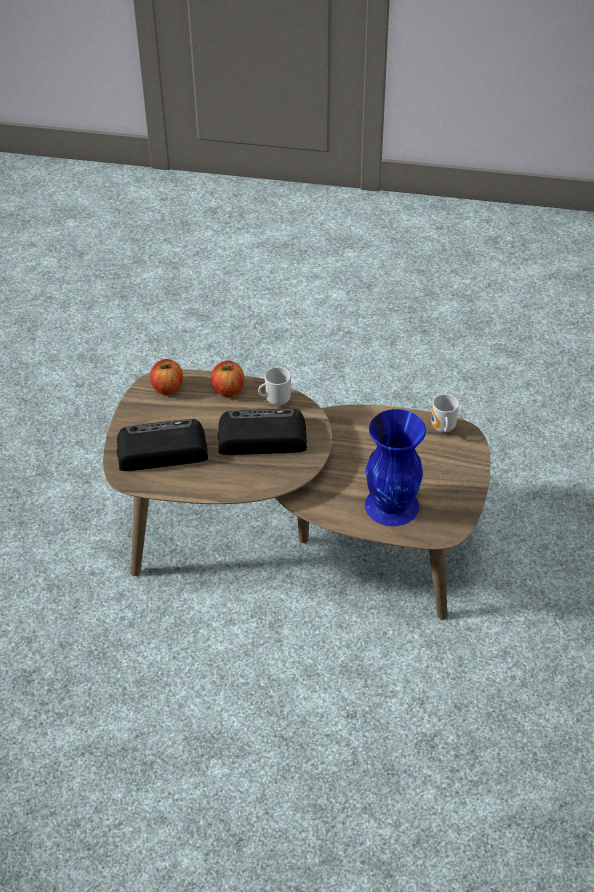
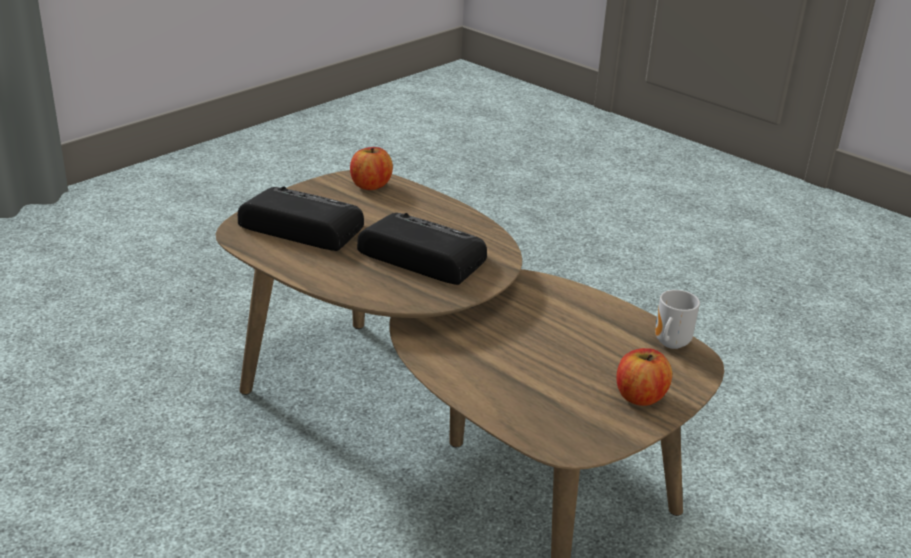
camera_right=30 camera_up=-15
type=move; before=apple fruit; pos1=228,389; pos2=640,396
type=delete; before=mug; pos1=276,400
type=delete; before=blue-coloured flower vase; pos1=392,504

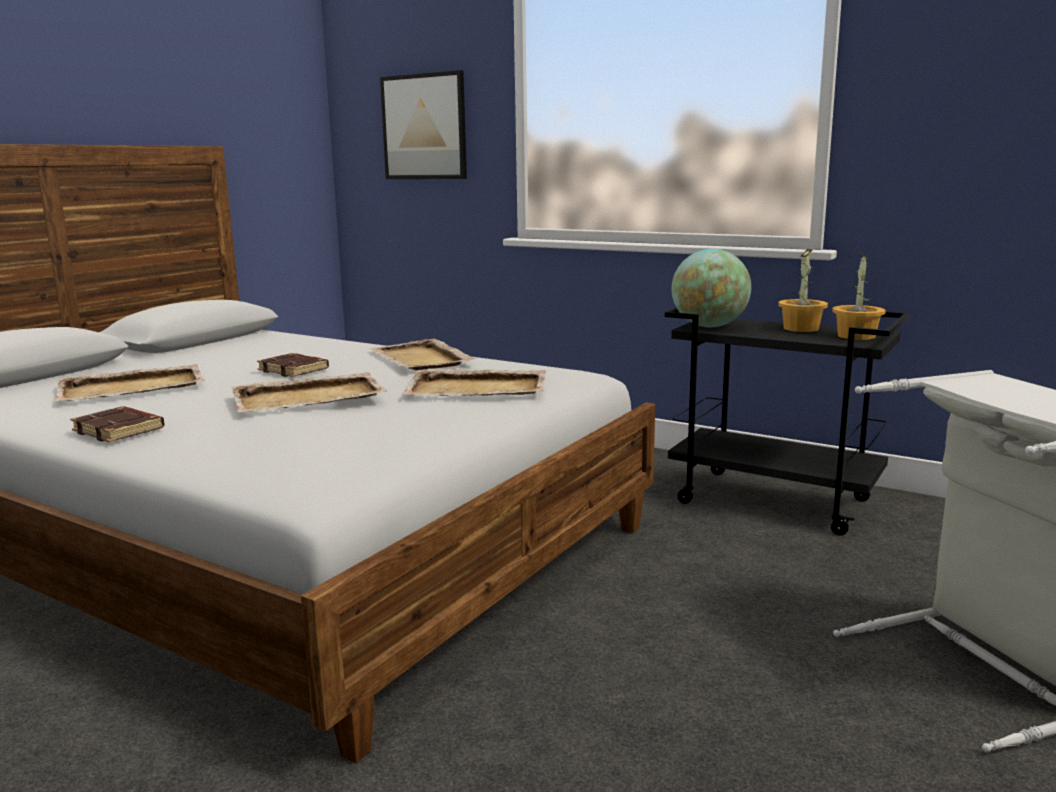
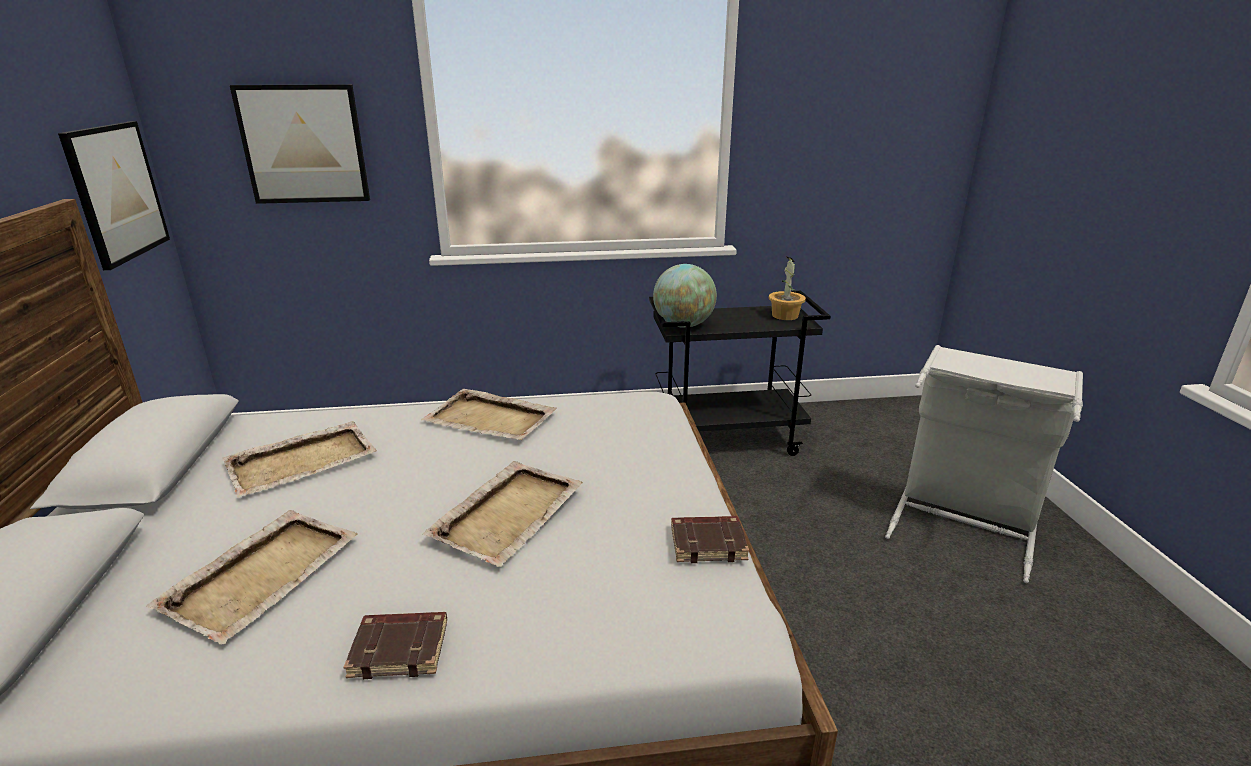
camera_right=-40 camera_up=10
type=insert; after=picture; pos2=117,192
type=move; before=beige-coloured tray; pos1=478,388; pos2=303,461
type=move; before=brown-coloured book; pos1=294,370; pos2=708,543
type=delete; before=plant in a pot; pos1=801,328

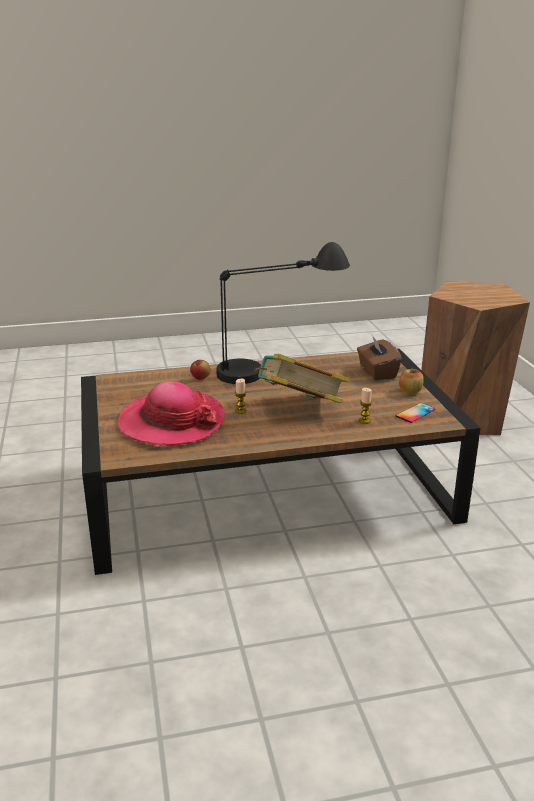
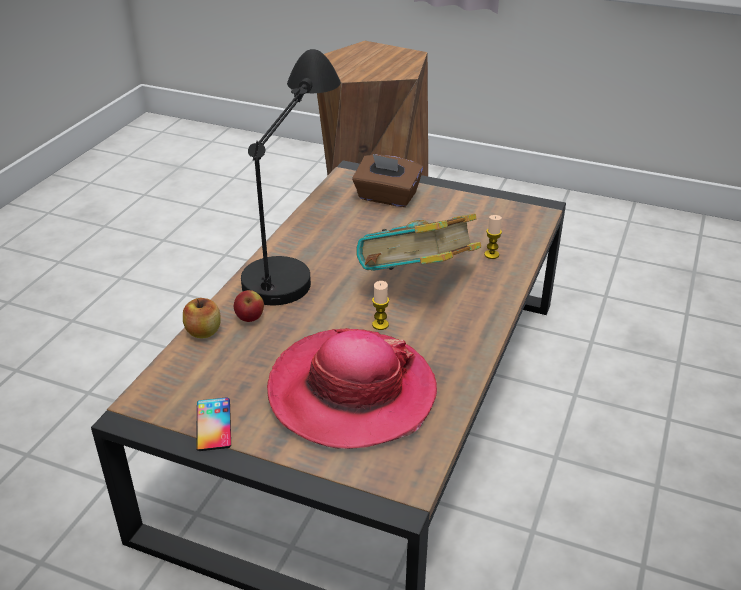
camera_right=-55 camera_up=10
type=move; before=apple fruit; pos1=410,391; pos2=203,332
type=move; before=telephone; pos1=415,413; pos2=213,424

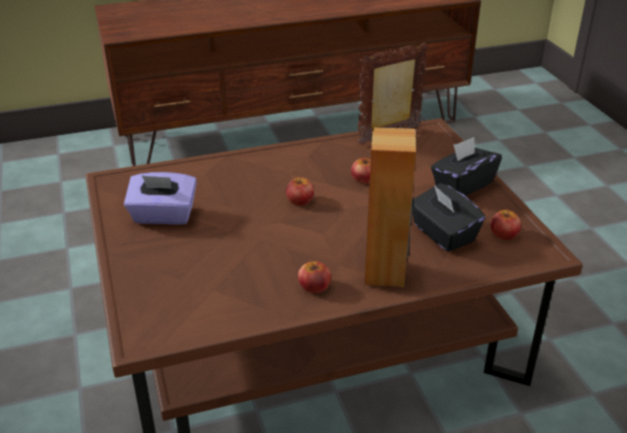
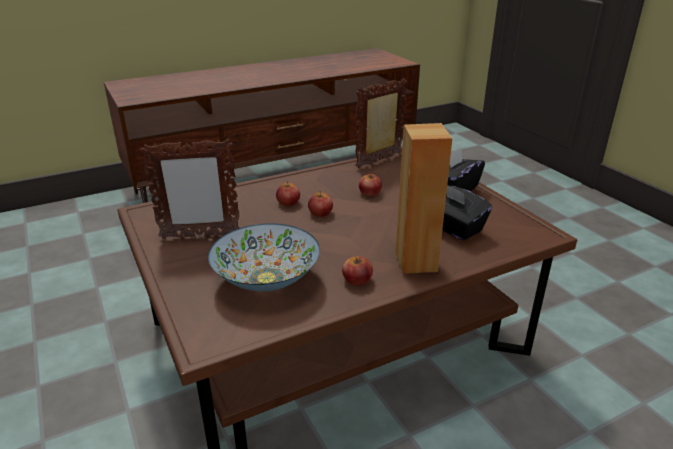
camera_right=-10 camera_up=-5
type=replace; before=purplish tissue box; after=photo frame; pos1=163,216; pos2=199,236
type=insert; after=bowl; pos2=267,279
type=move; before=apple fruit; pos1=504,233; pos2=288,202

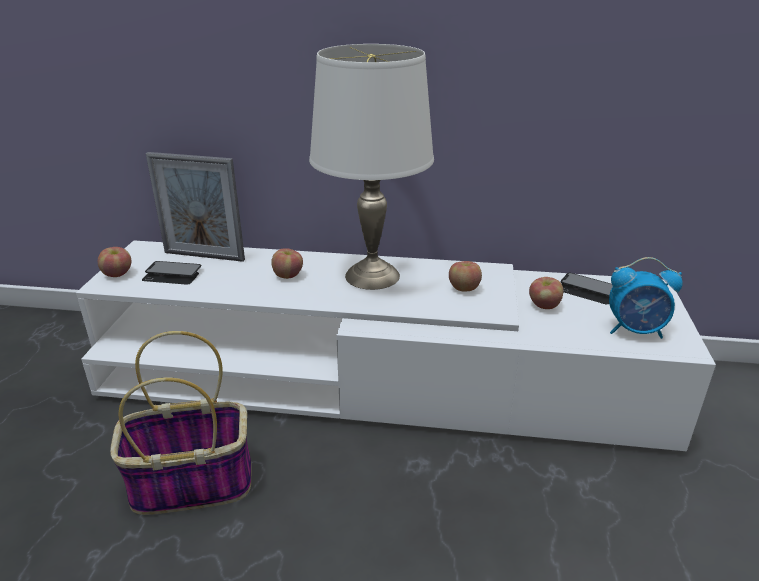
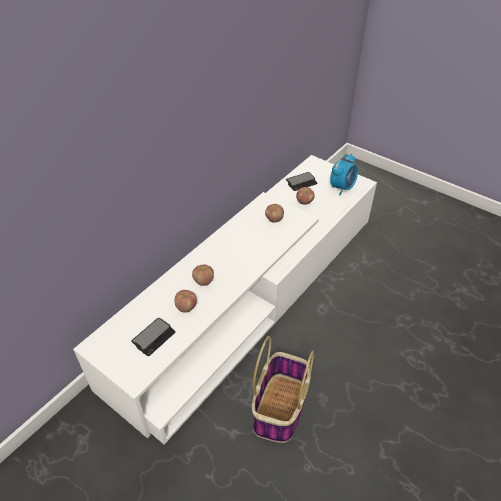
camera_right=-60 camera_up=15
type=move; before=apple fruit; pos1=117,274; pos2=186,307
type=delete; before=photo frame; pos1=204,256
type=delete; before=white-coloured tabletop lamp; pos1=372,276

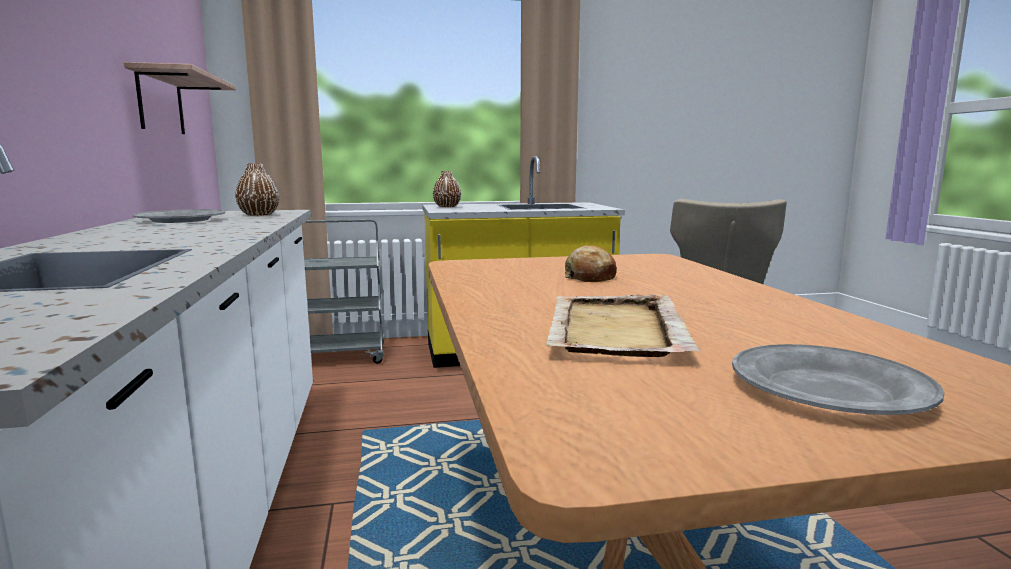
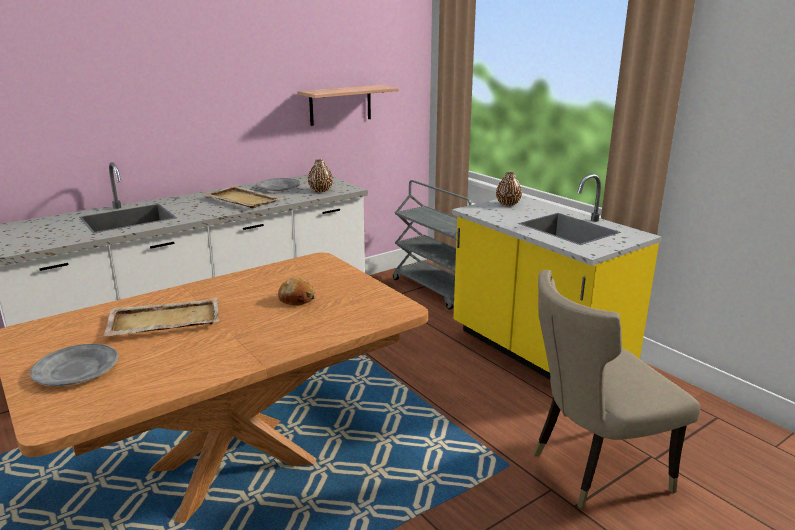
camera_right=65 camera_up=10
type=insert; after=beige-coloured tray; pos2=242,199

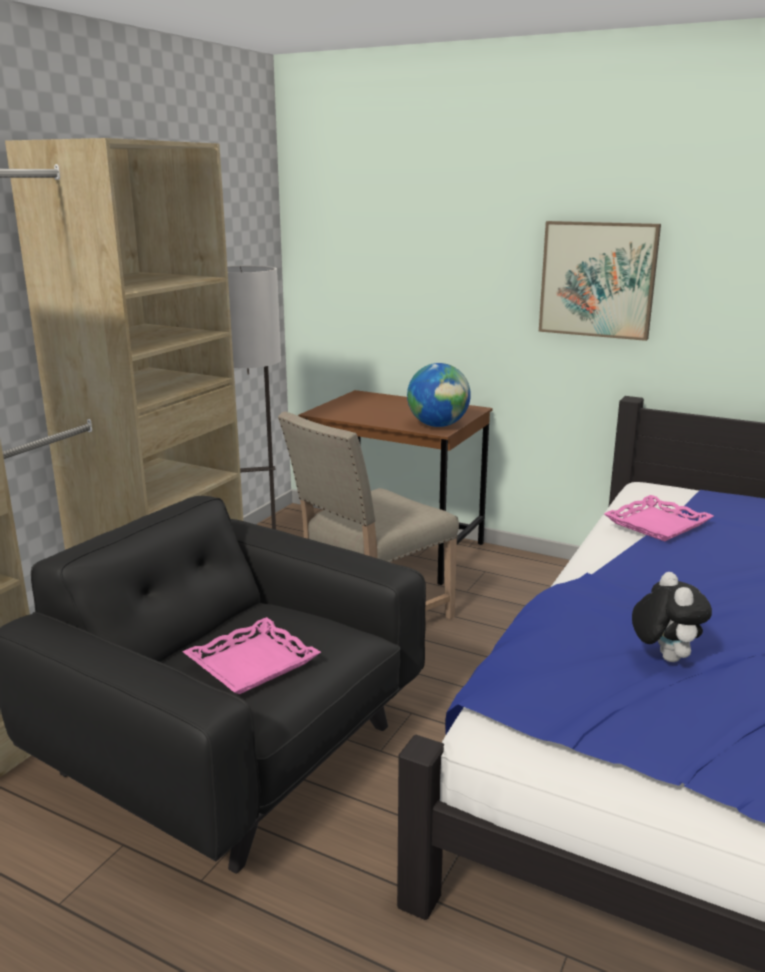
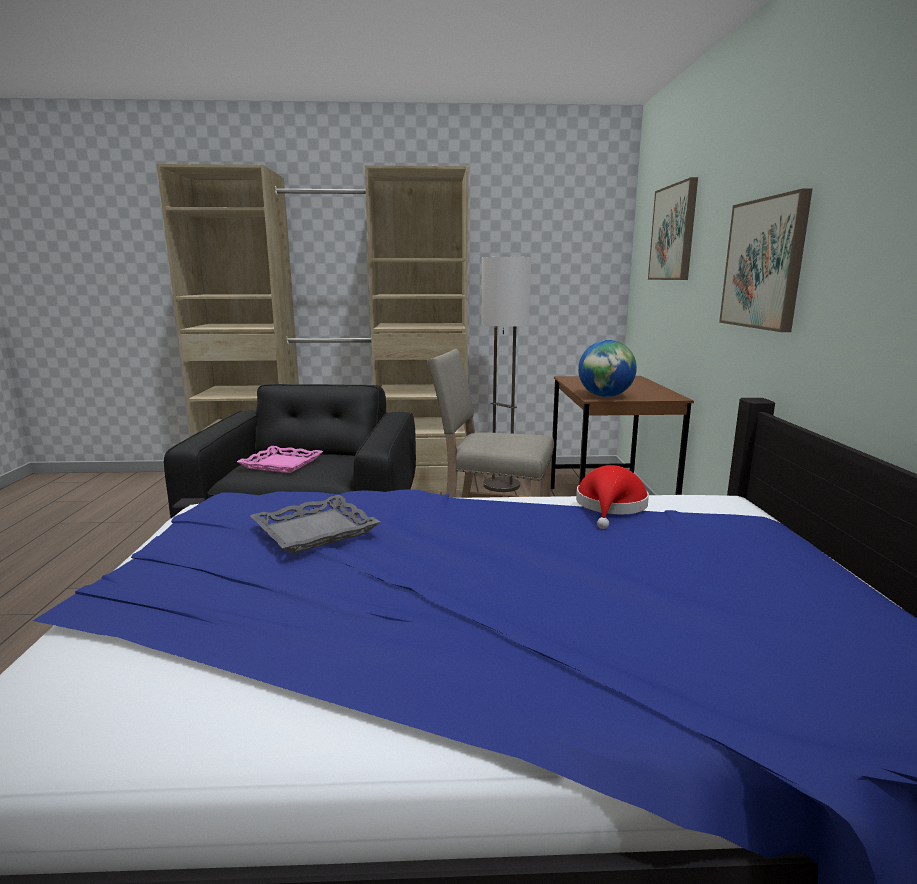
camera_right=60 camera_up=-5
type=replace; before=plush toy; after=greyish tray; pos1=663,656; pos2=315,530
type=replace; before=pinkish tray; after=red wearable hat; pos1=656,524; pos2=610,506
type=insert; after=picture; pos2=673,233

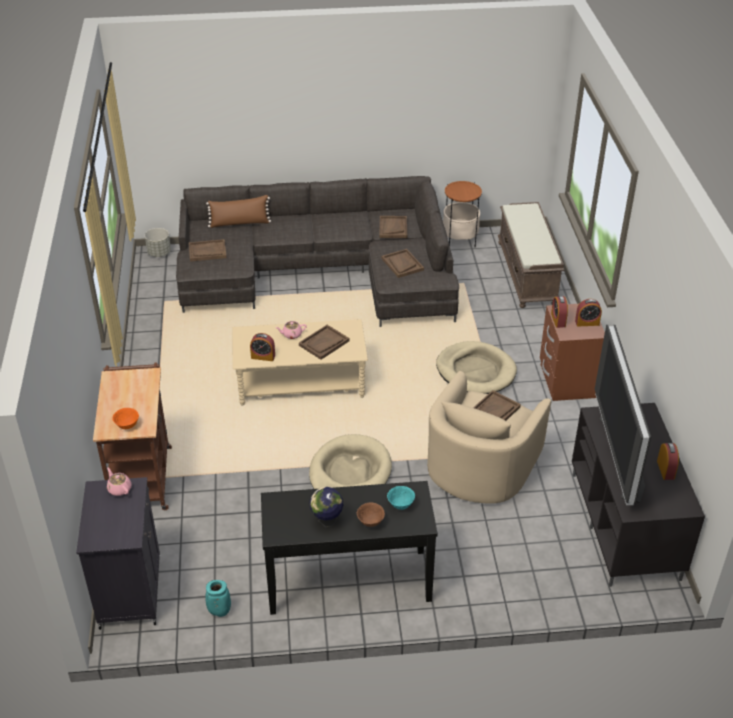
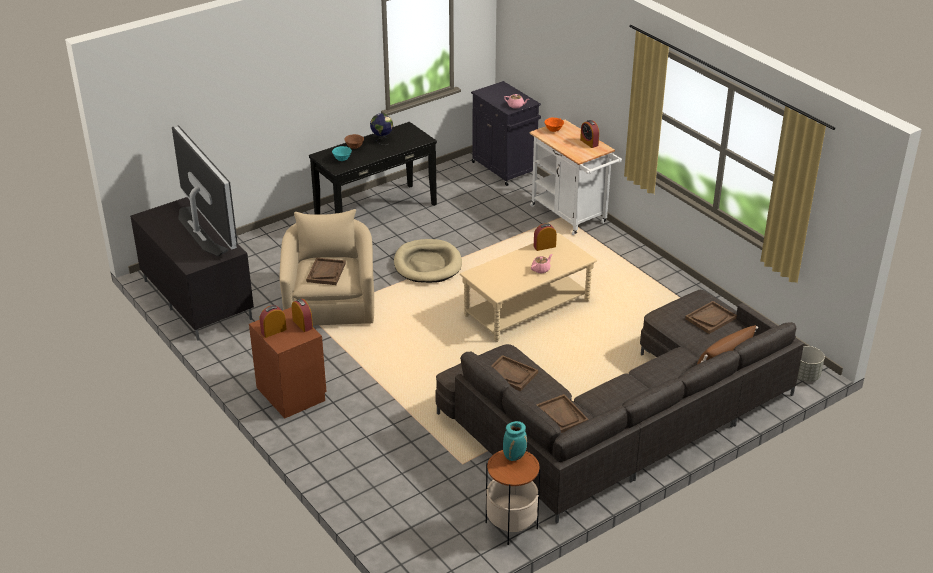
camera_right=150 camera_up=-5
type=move; before=blue-green flower vase; pos1=219,612; pos2=514,456
type=recolor; before=brown-coloured cart; after=white-coloured cart; pos1=142,475; pos2=571,216
type=move; before=table clock; pos1=665,469; pos2=589,142
type=delete; before=brown-coloured tray; pos1=324,343
type=delete; before=beige-coloured pet bed; pos1=476,371
type=delete; before=brown-coloured indoor bench; pos1=527,273

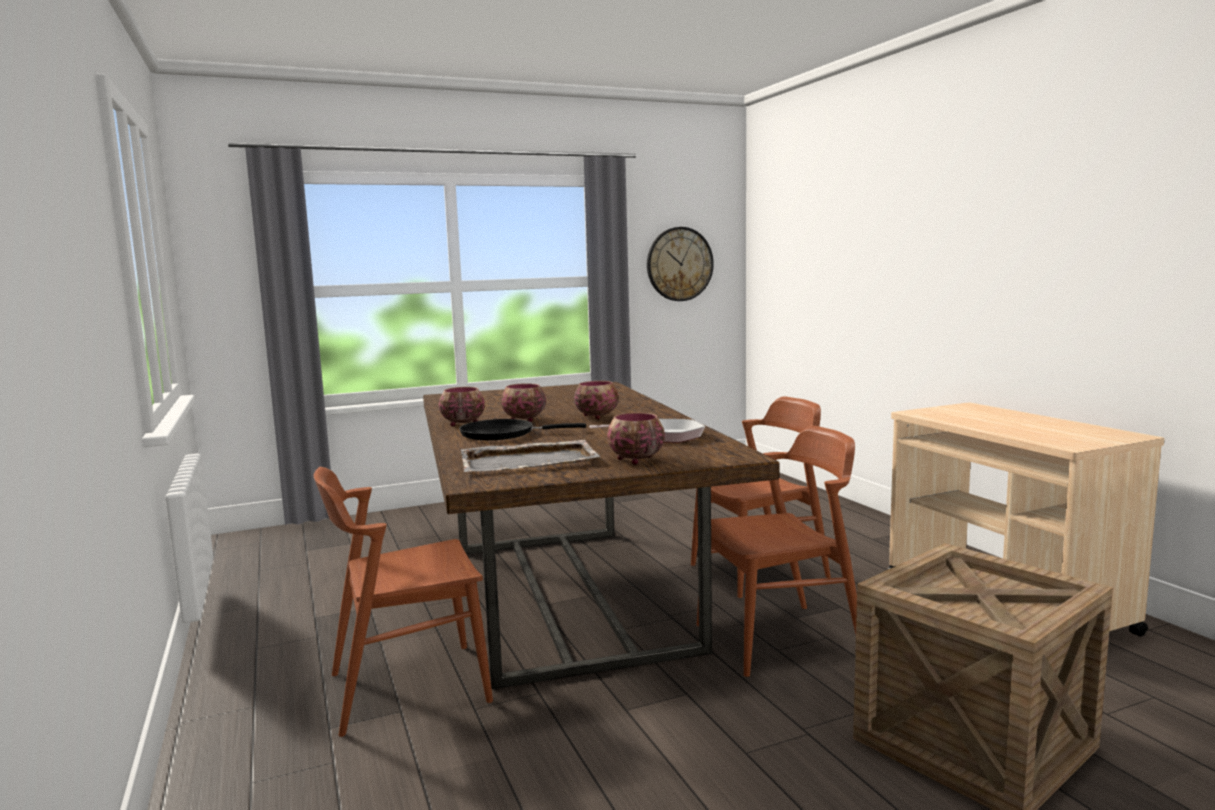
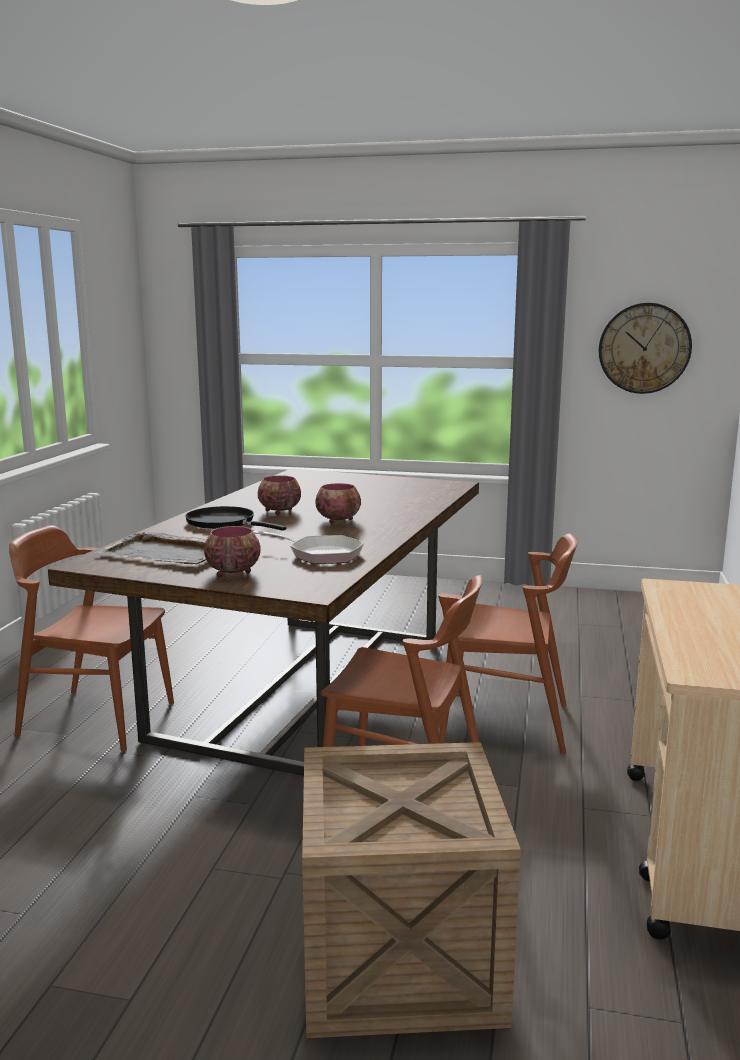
camera_right=35 camera_up=5
type=delete; before=bowl; pos1=462,423

